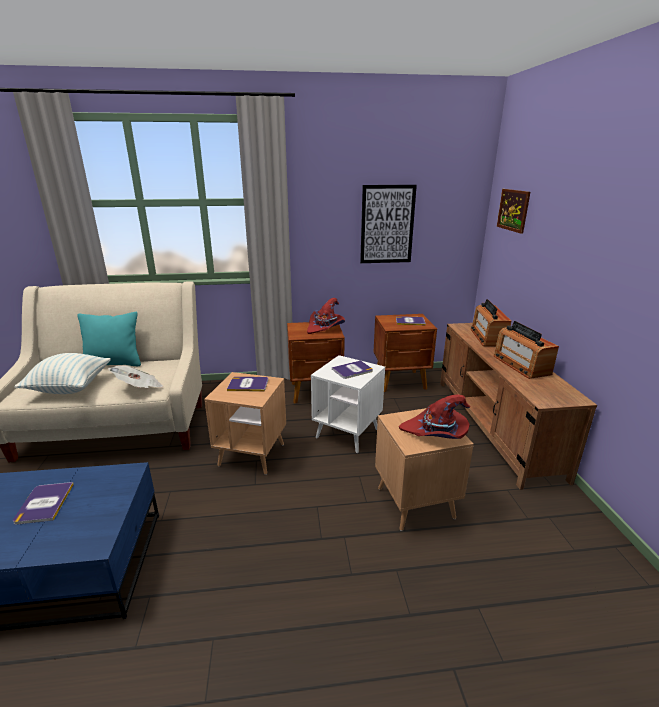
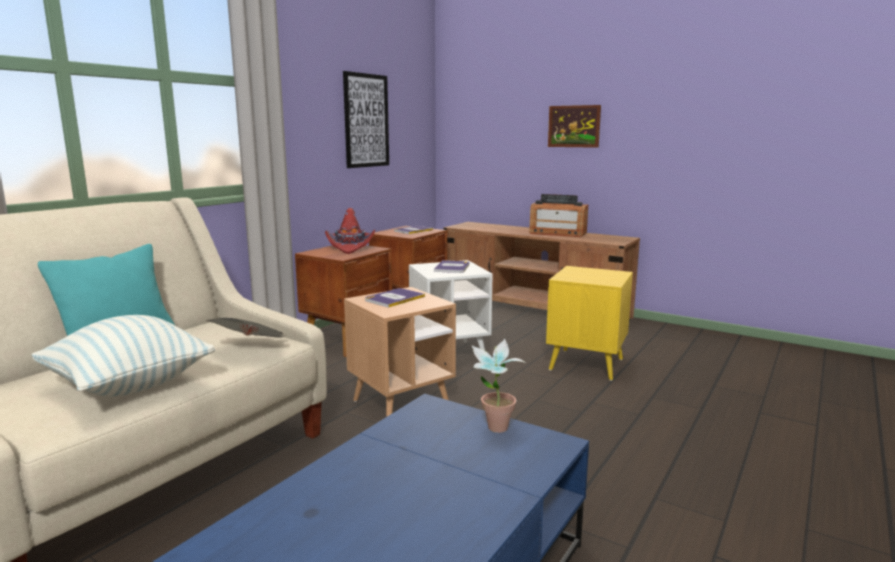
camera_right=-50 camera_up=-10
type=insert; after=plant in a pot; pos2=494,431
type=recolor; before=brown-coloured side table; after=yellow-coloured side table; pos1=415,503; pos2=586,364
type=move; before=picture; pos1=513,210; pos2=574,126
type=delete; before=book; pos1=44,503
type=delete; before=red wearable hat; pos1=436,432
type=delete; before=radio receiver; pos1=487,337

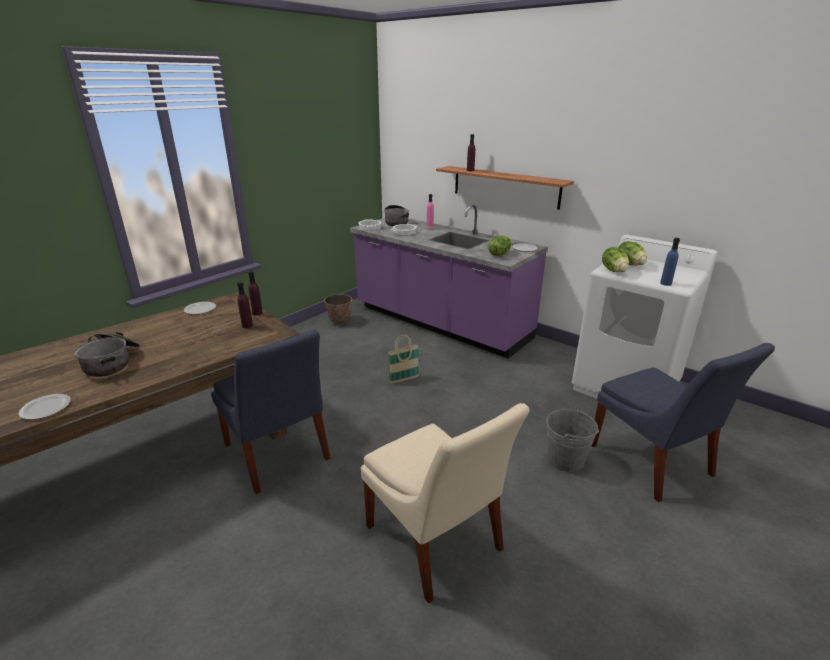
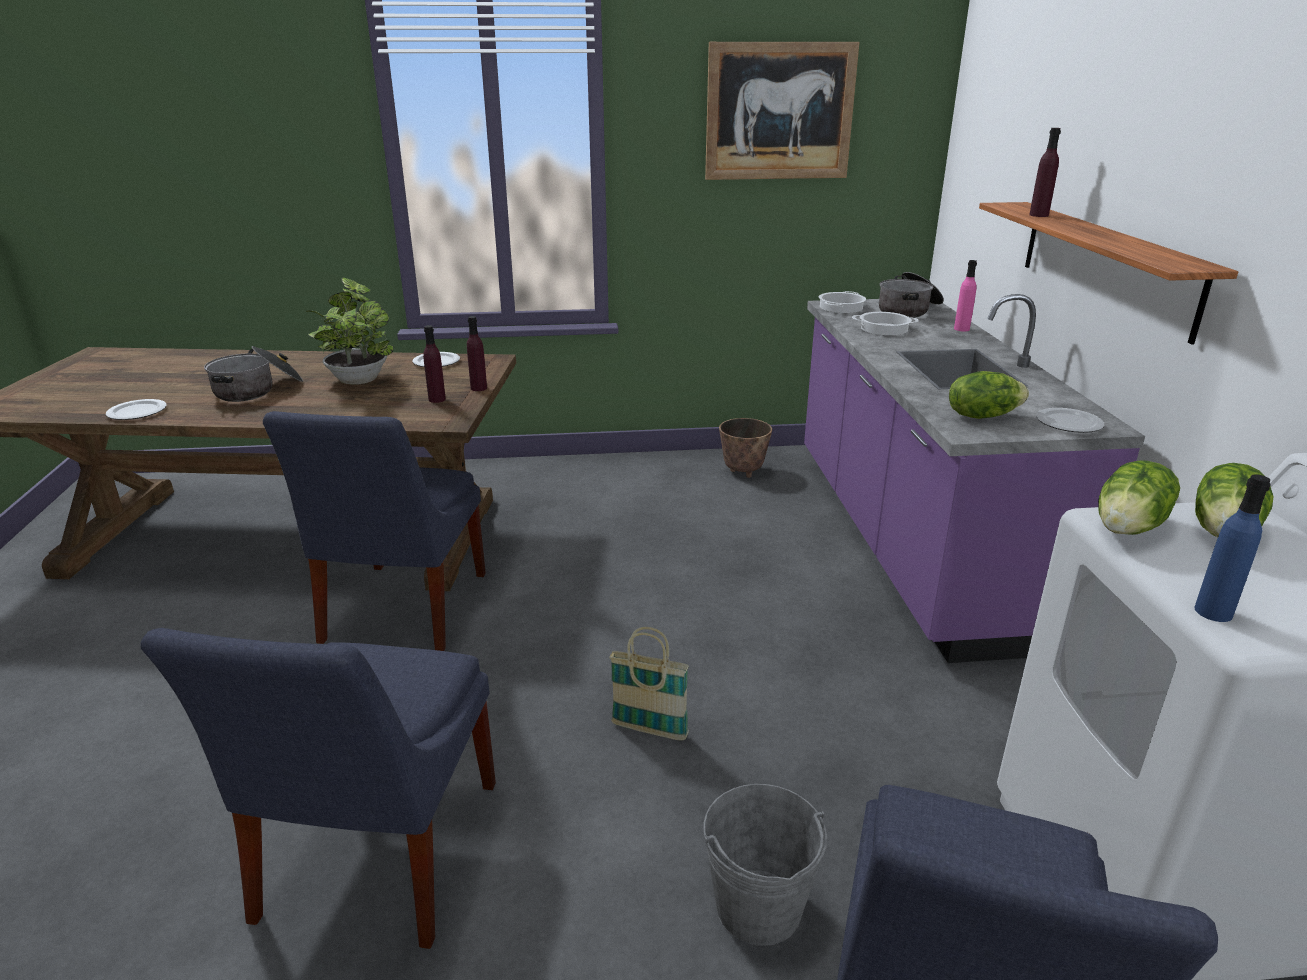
camera_right=45 camera_up=0
type=recolor; before=beige-coloured plain chair; after=blue-coloured plain chair; pos1=436,542; pos2=375,857
type=insert; after=plant in a pot; pos2=358,379
type=move; before=storage basket; pos1=404,379; pos2=649,730
type=insert; after=picture; pos2=779,112

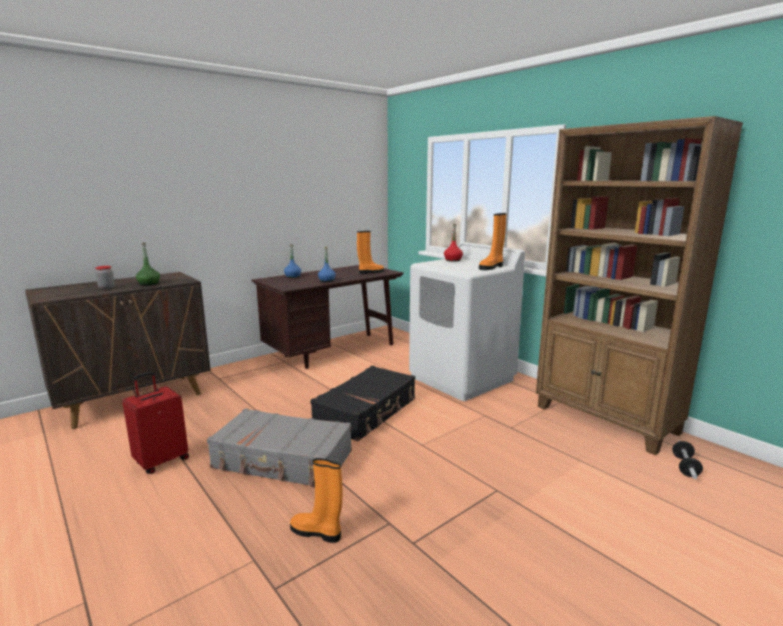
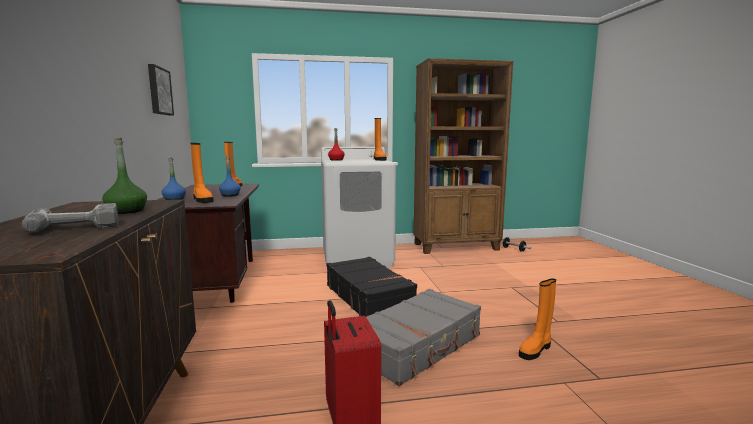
camera_right=-60 camera_up=-5
type=replace; before=preserve jar; after=drill; pos1=106,287; pos2=76,225
type=insert; after=picture; pos2=158,91
type=insert; after=orange boot; pos2=202,200

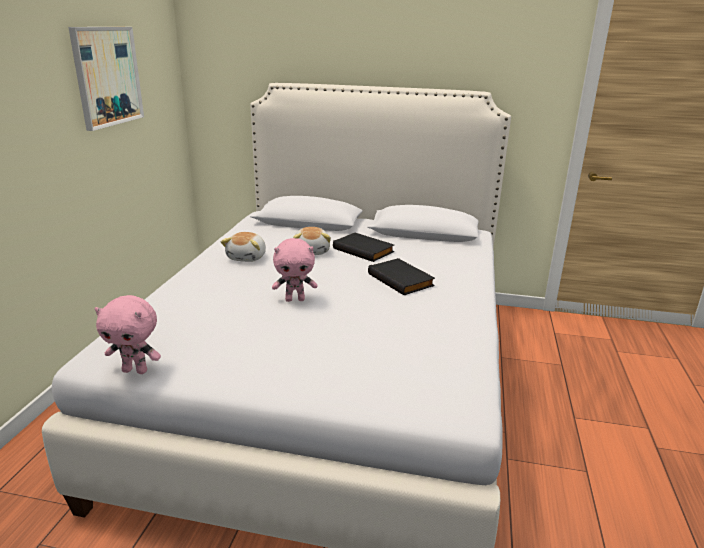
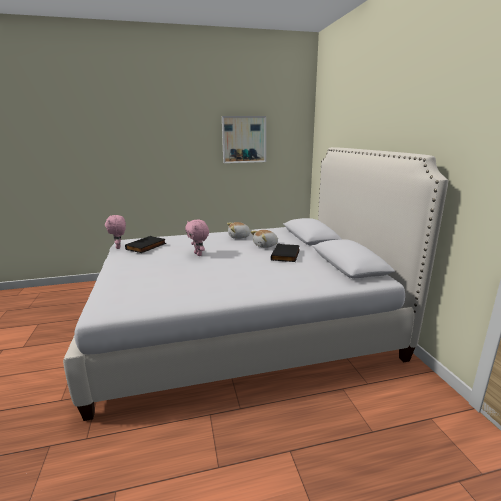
camera_right=65 camera_up=-5
type=move; before=blackish book; pos1=402,279; pos2=146,247

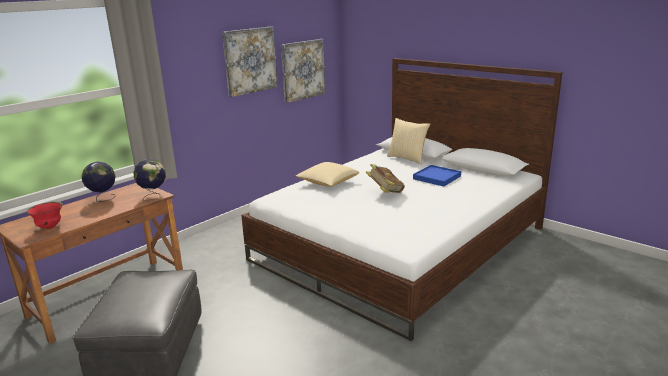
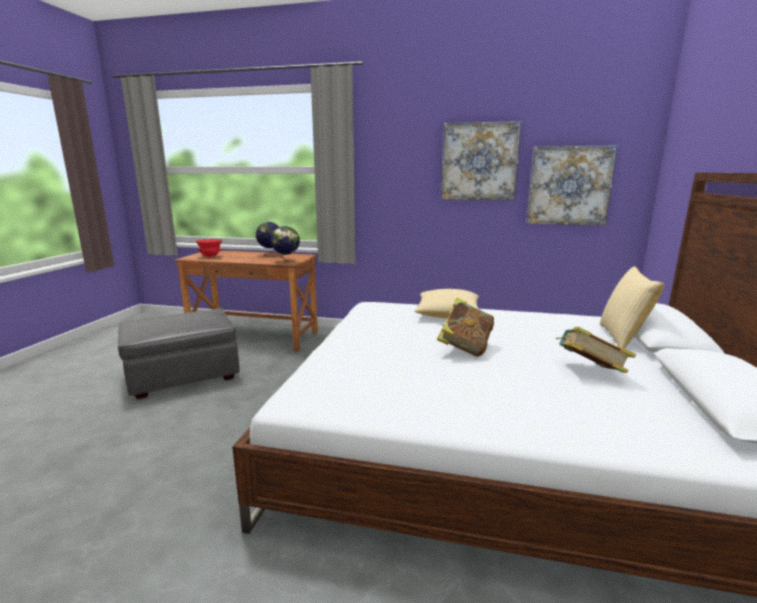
camera_right=60 camera_up=-5
type=replace; before=blue-coloured tray; after=book; pos1=437,177; pos2=589,372

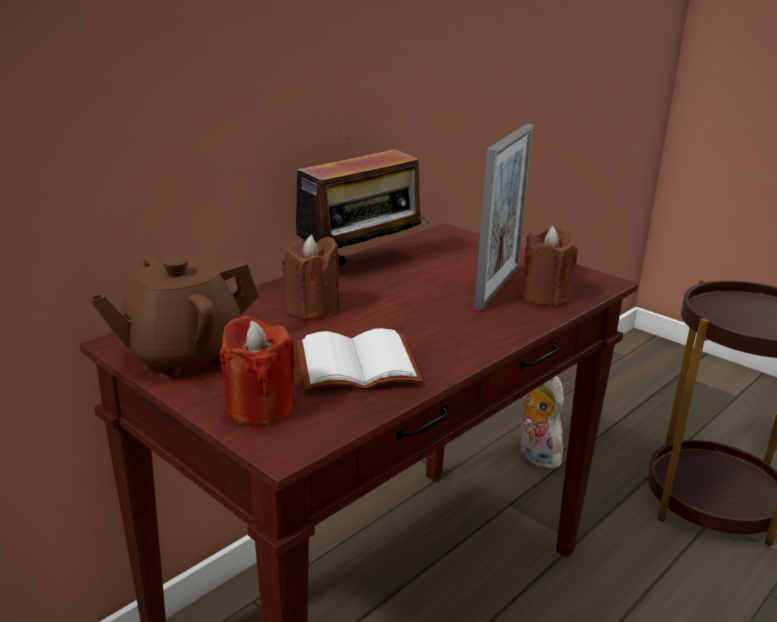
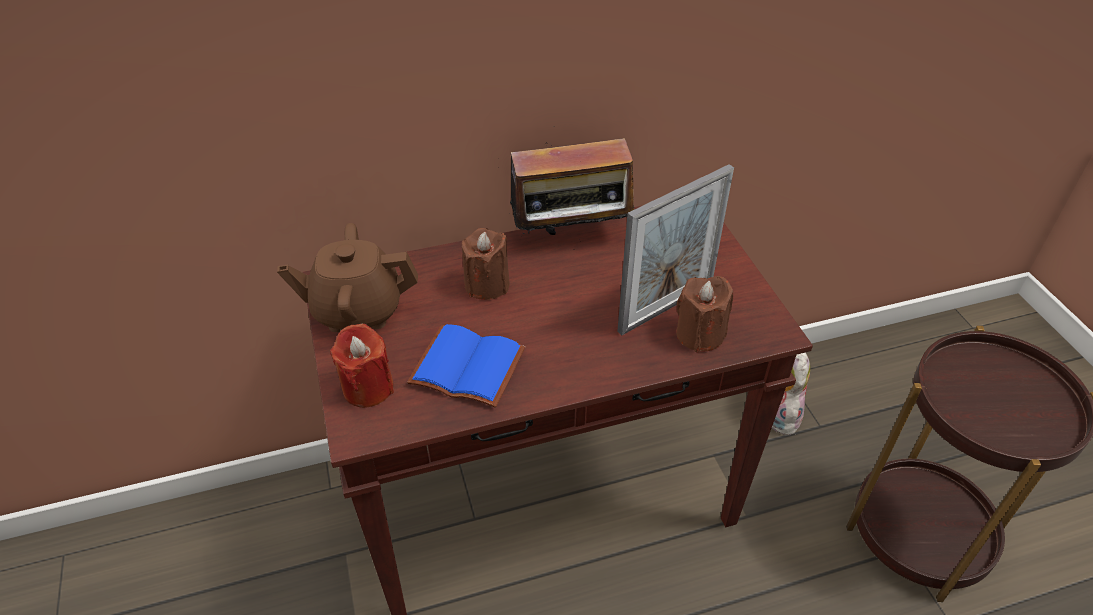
camera_right=30 camera_up=20
type=recolor; before=white-coloured book; after=blue-coloured book; pos1=355,367; pos2=464,369

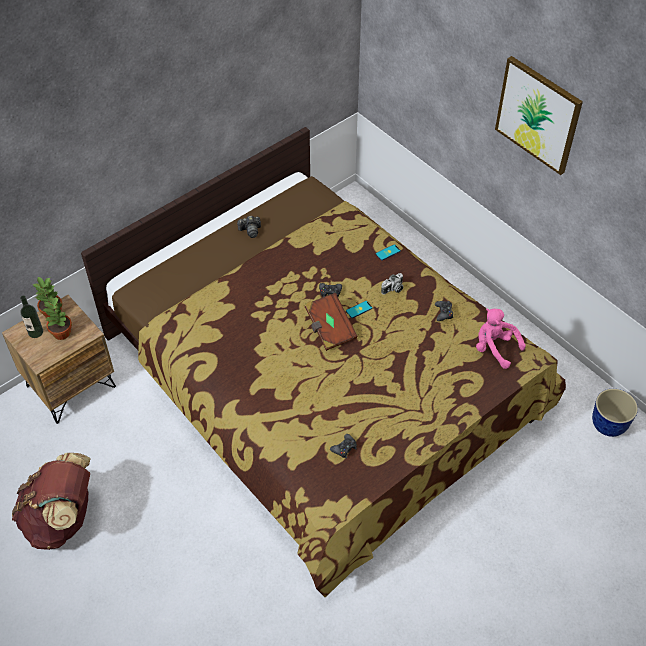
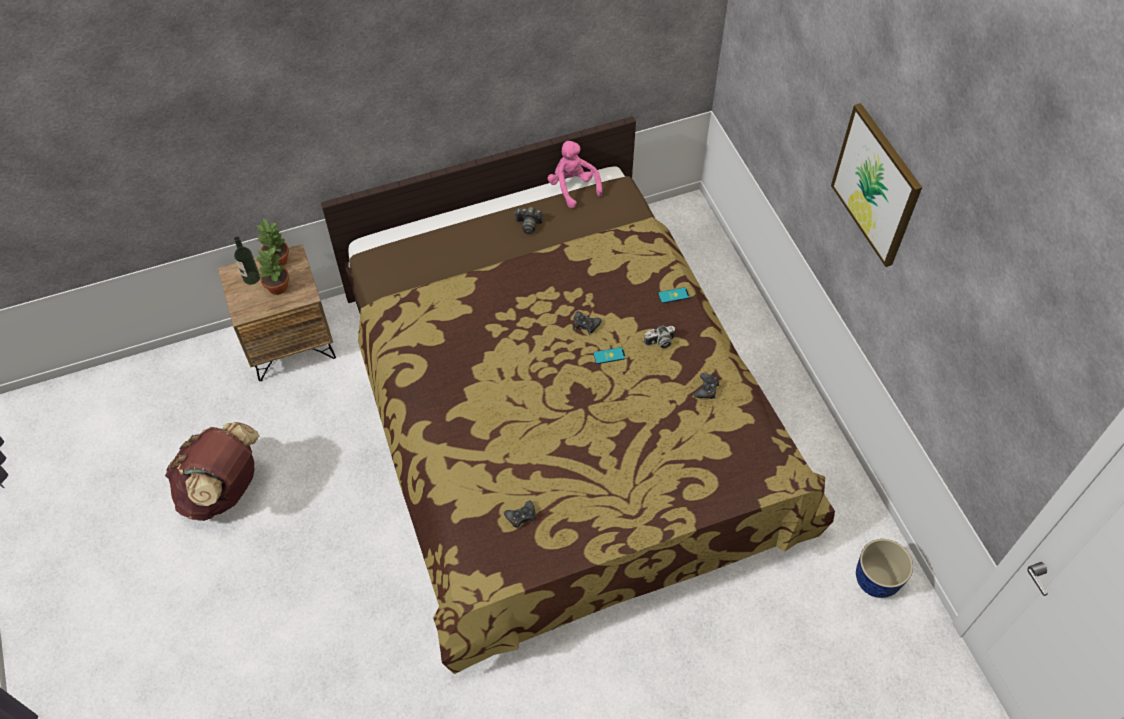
camera_right=20 camera_up=5
type=move; before=pinkish plush toy; pos1=494,348; pos2=573,187
type=delete; before=brown-coloured book; pos1=329,328

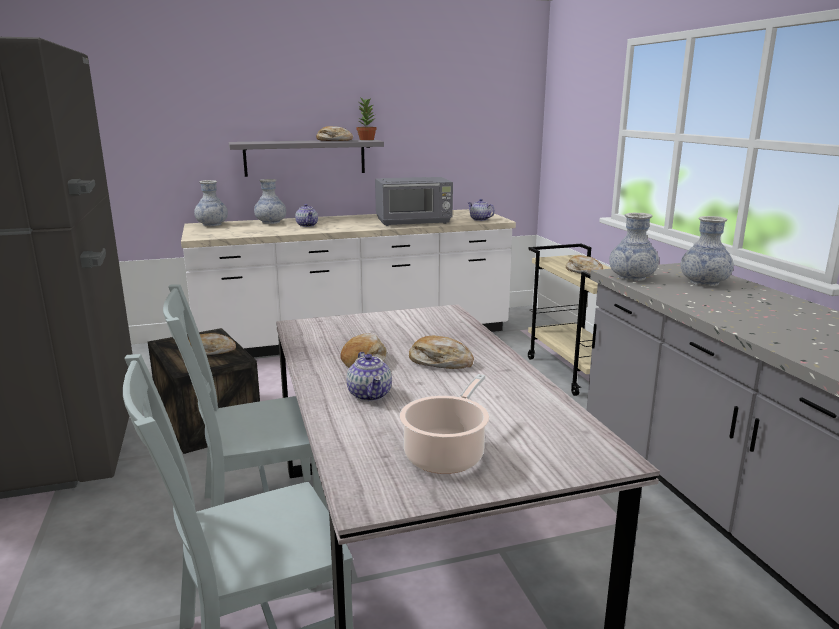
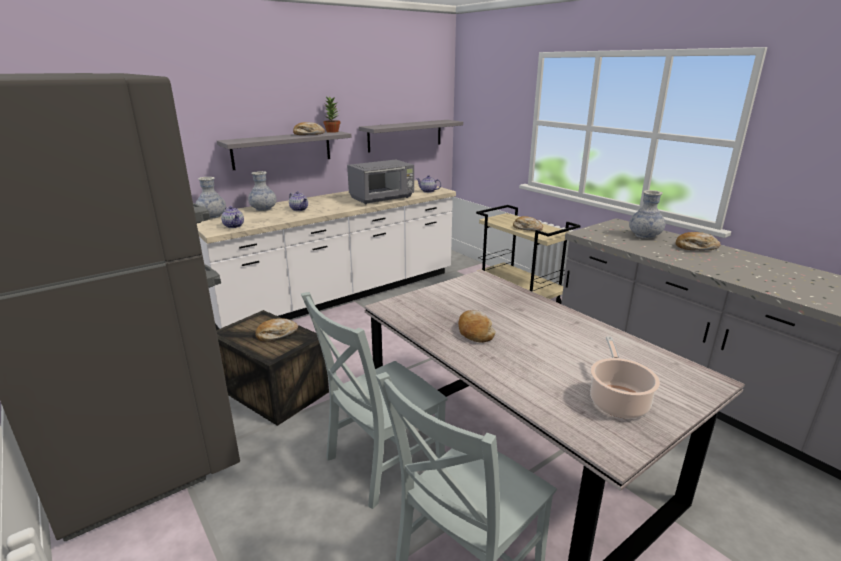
camera_right=-20 camera_up=5
type=move; before=tea pot; pos1=370,395; pos2=234,226
type=insert; after=greyish bracket shelf; pos2=405,135
type=move; before=bakery bread; pos1=440,362; pos2=695,247
type=delete; before=flower vase; pos1=631,278

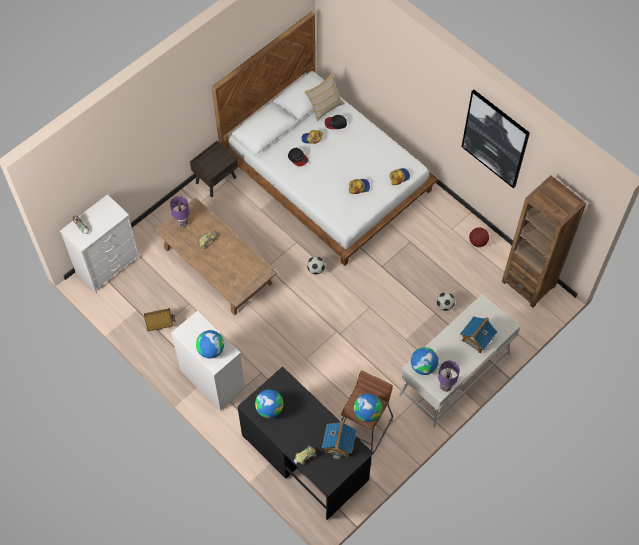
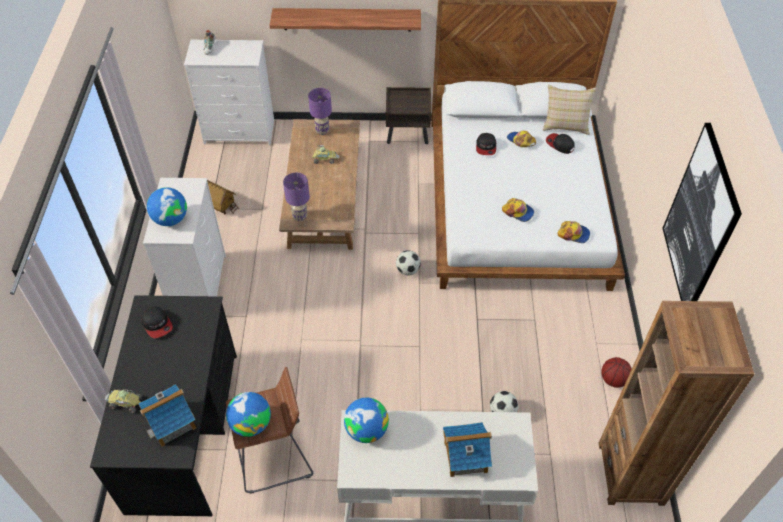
camera_right=45 camera_up=-10
type=replace; before=globe; after=peaked cap; pos1=269,409; pos2=157,324
type=insert; after=bracket shelf; pos2=347,19
type=move; before=purplish tabletop lamp; pos1=445,386; pos2=299,216

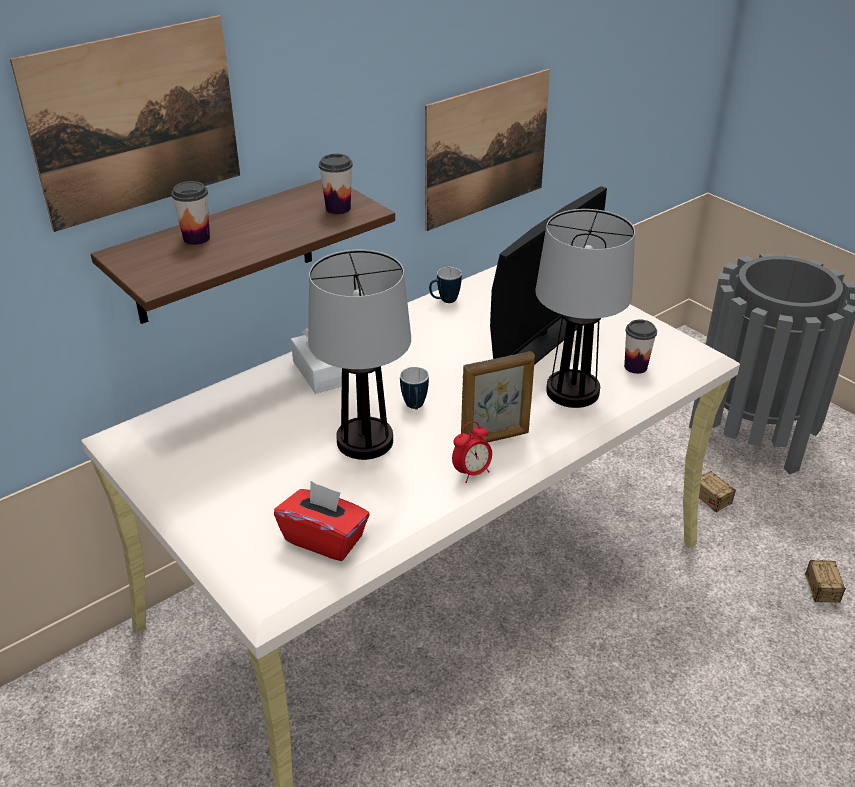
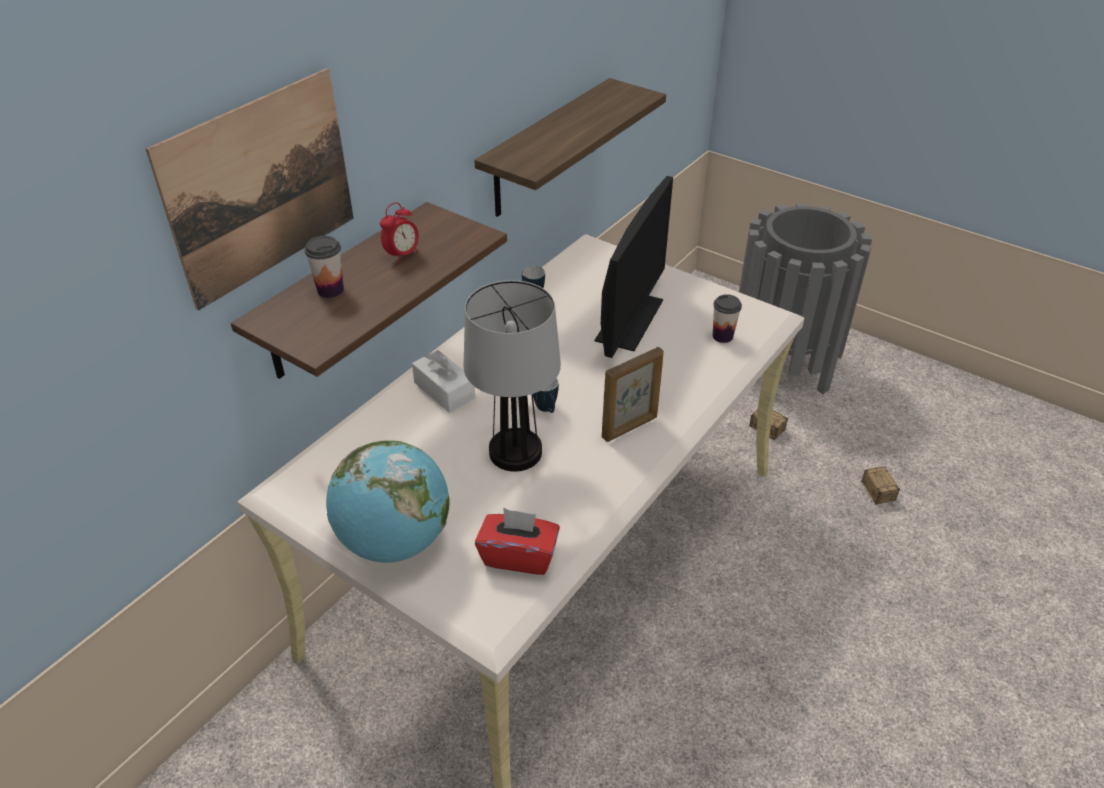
camera_right=-15 camera_up=5
type=insert; after=globe; pos2=395,541
type=move; before=table clock; pos1=472,473; pos2=402,255
type=replace; before=picture; after=bracket shelf; pos1=486,149; pos2=546,149
type=delete; before=small cup; pos1=338,208
type=delete; before=tabletop lamp; pos1=573,391

